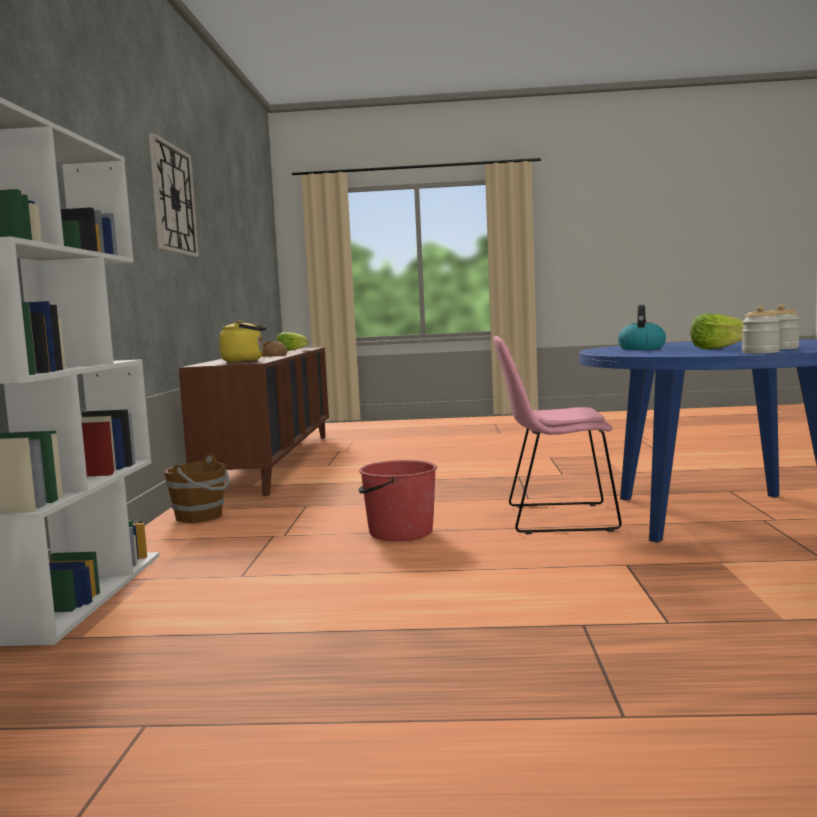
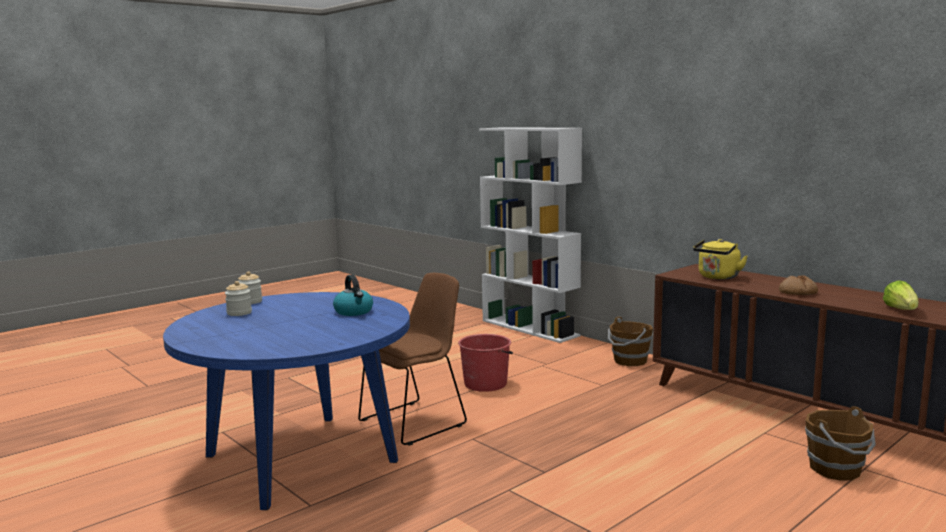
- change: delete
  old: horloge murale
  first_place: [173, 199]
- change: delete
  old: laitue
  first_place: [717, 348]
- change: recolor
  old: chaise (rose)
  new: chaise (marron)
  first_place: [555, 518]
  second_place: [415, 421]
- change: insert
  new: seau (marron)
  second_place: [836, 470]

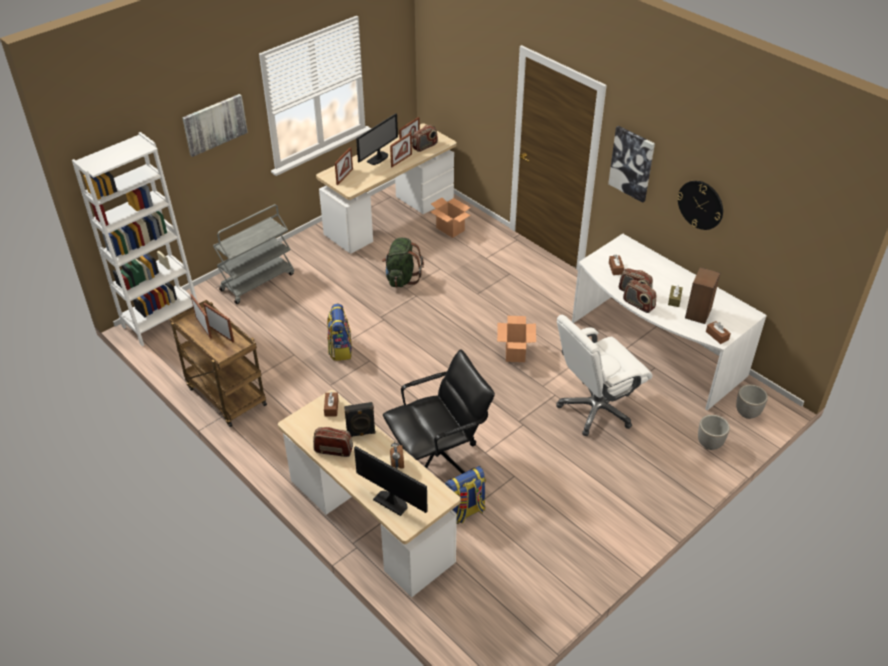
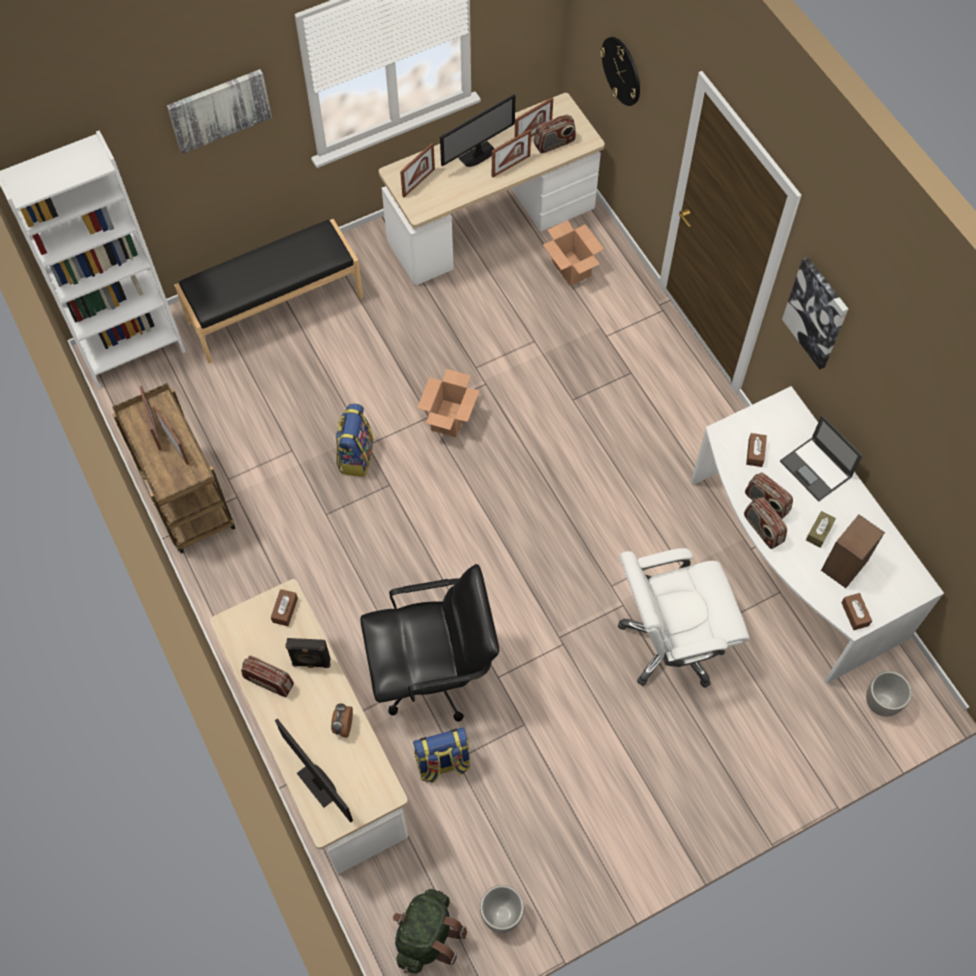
- change: move
  old: horloge murale
  first_place: [700, 204]
  second_place: [621, 71]
- change: replace
  old: chariot (gris)
  new: banc (noir)
  first_place: [257, 281]
  second_place: [275, 308]
- change: move
  old: sac à dos (vert)
  first_place: [401, 278]
  second_place: [426, 936]
- change: move
  old: carton
  first_place: [515, 352]
  second_place: [449, 419]
- change: move
  old: cache-pot
  first_place: [709, 444]
  second_place: [501, 915]
- change: insert
  new: ordinateur portable
  second_place: [816, 469]

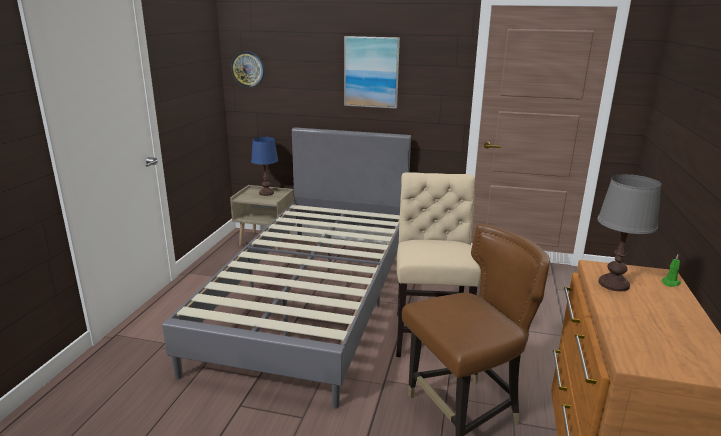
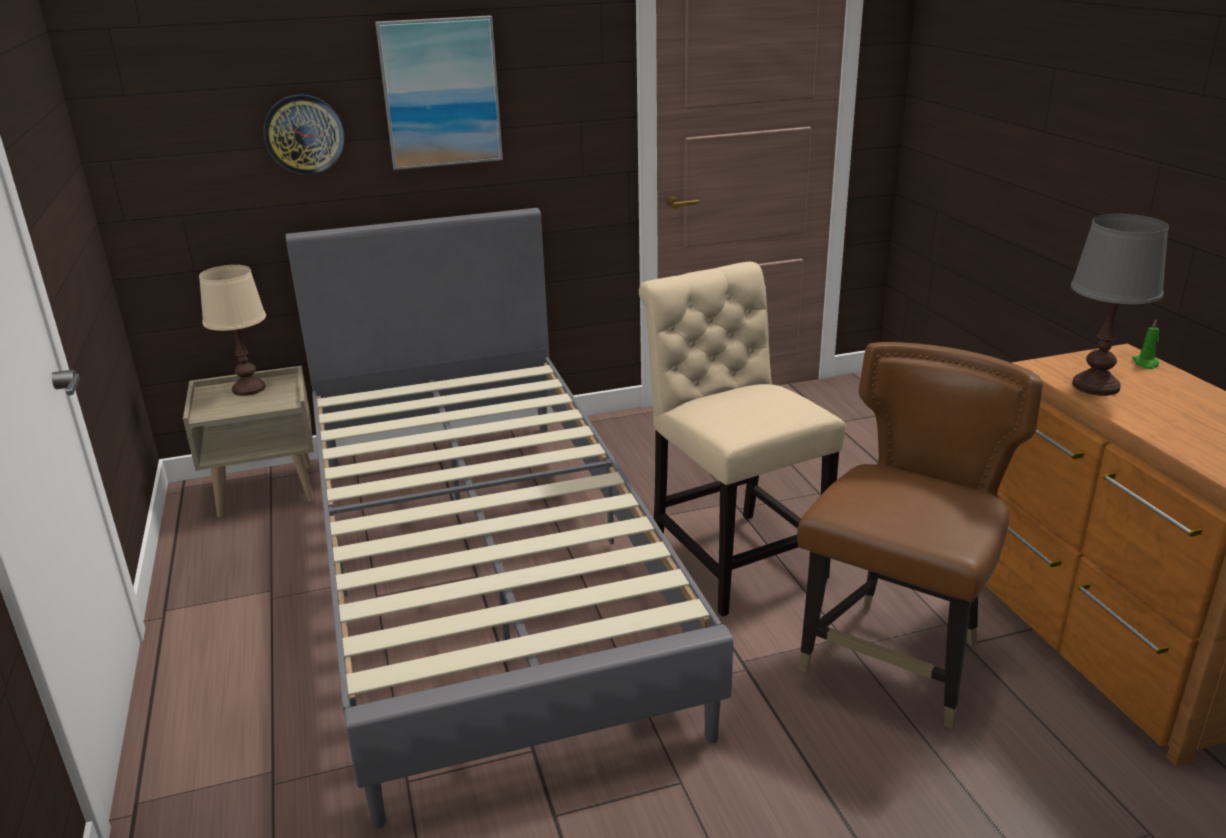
- change: move
  old: horloge murale
  first_place: [248, 69]
  second_place: [304, 134]
- change: recolor
  old: lampe de table (bleu)
  new: lampe de table (beige)
  first_place: [266, 193]
  second_place: [249, 389]

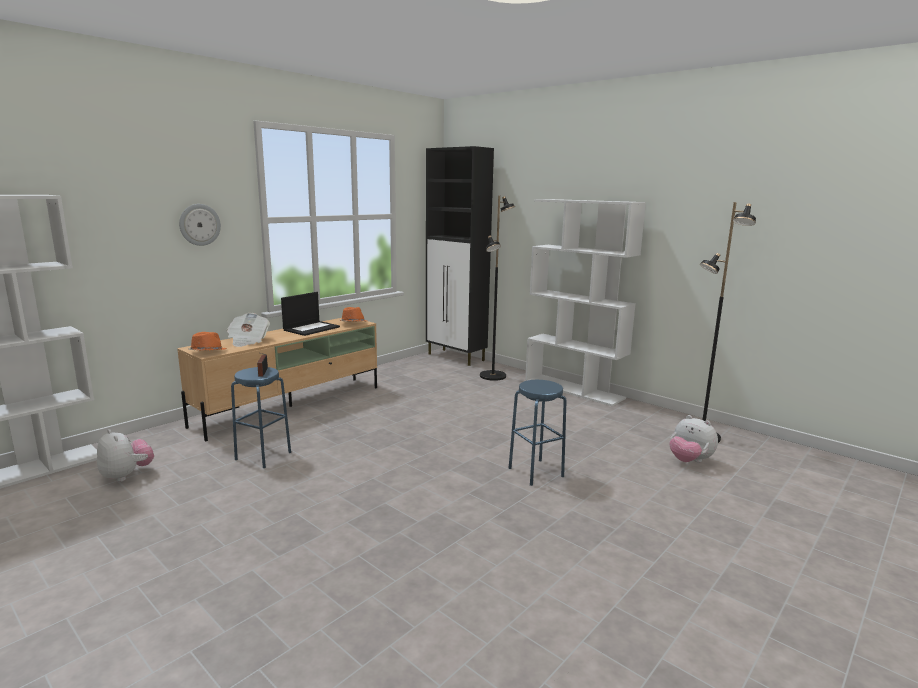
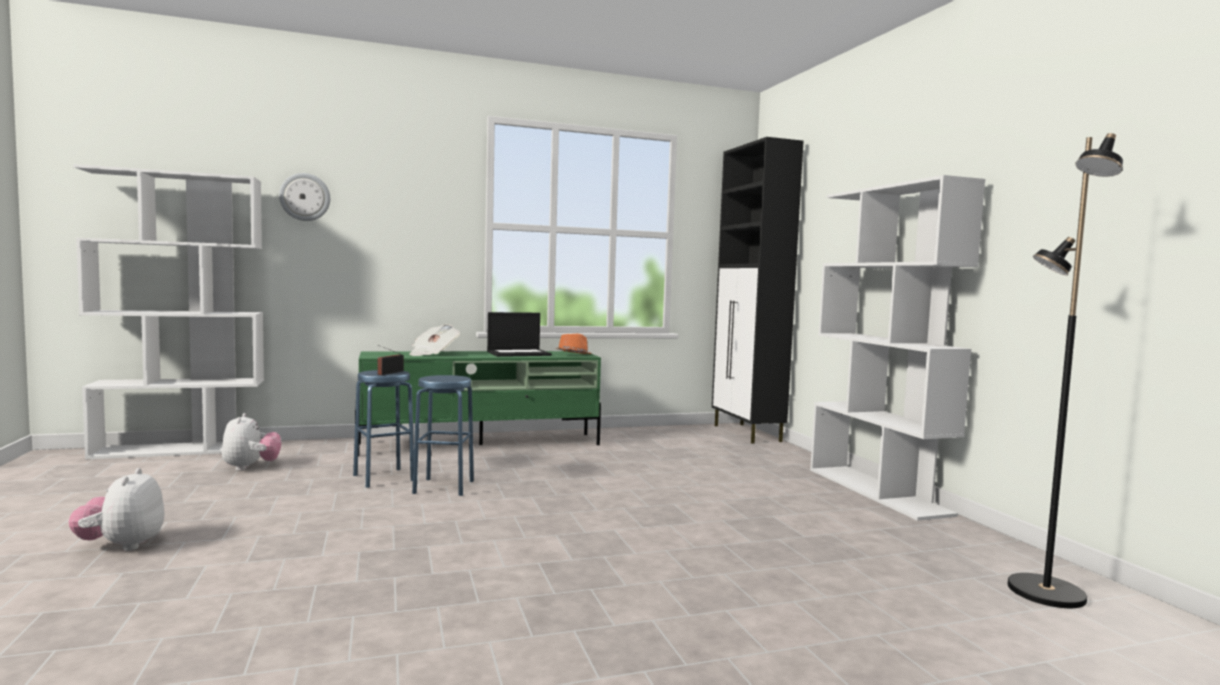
- change: delete
  old: lampadaire (noir)
  first_place: [493, 376]
- change: move
  old: horloge murale
  first_place: [199, 224]
  second_place: [305, 197]
- change: recolor
  old: meuble télé (beige)
  new: meuble télé (vert)
  first_place: [292, 406]
  second_place: [482, 444]
- change: delete
  old: chapeau (orange)
  first_place: [207, 352]
- change: move
  old: tabouret (bleu)
  first_place: [536, 472]
  second_place: [444, 487]
- change: move
  old: peluche
  first_place: [689, 461]
  second_place: [122, 546]

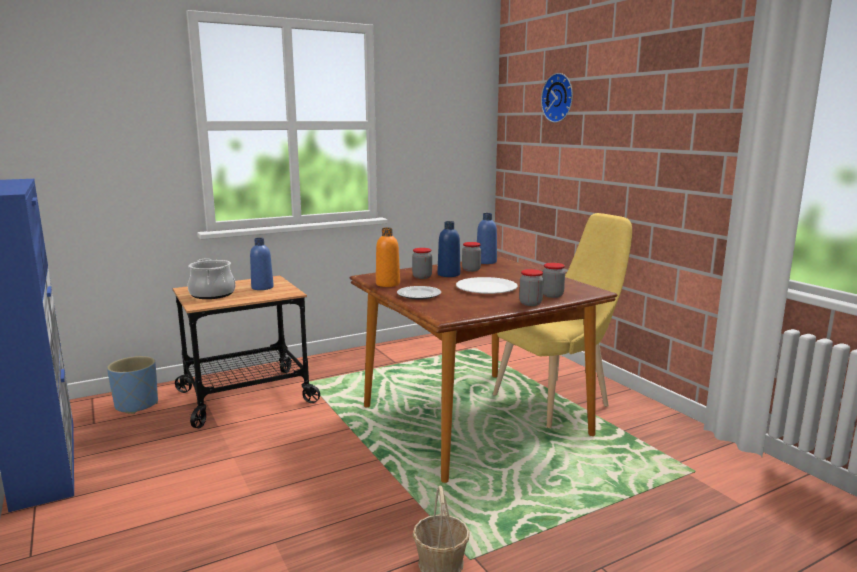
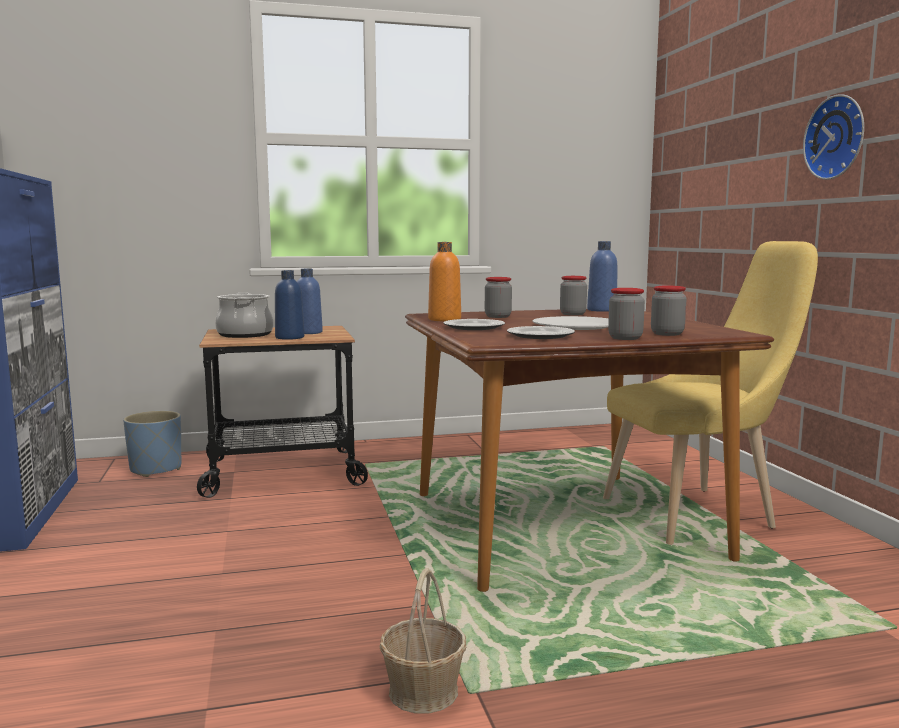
- change: move
  old: horloge murale
  first_place: [559, 98]
  second_place: [838, 137]
- change: move
  old: bouteille (bleu)
  first_place: [448, 274]
  second_place: [289, 337]
- change: insert
  new: assiette
  second_place: [539, 336]

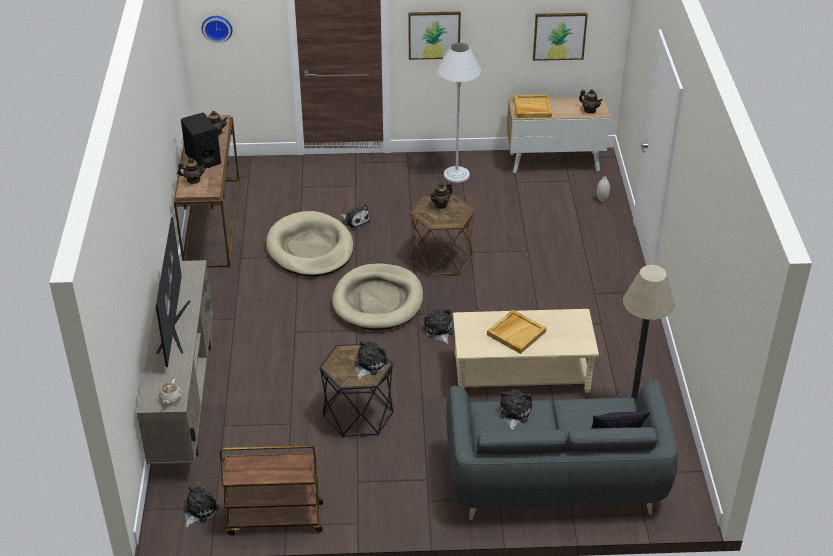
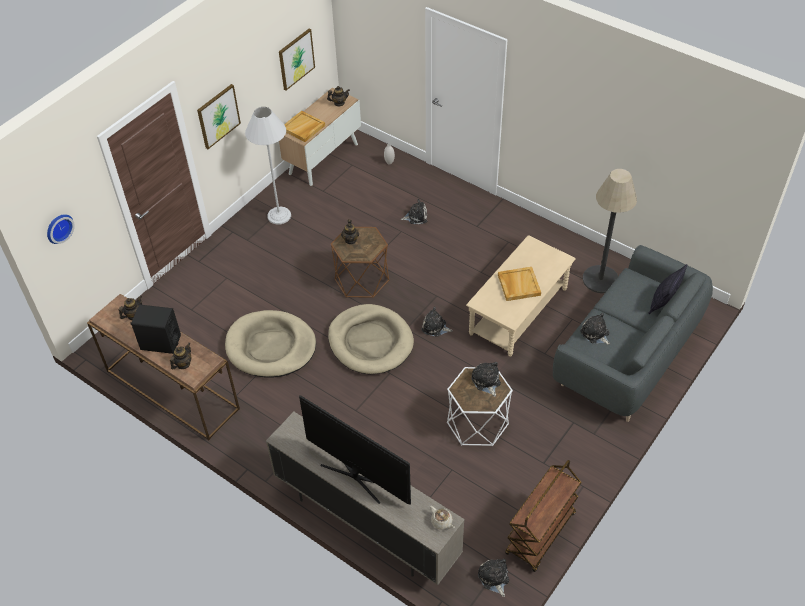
- change: move
  old: peluche
  first_place: [354, 221]
  second_place: [416, 216]
- change: recolor
  old: table d'appoint (noir)
  new: table d'appoint (blanc)
  first_place: [358, 414]
  second_place: [477, 423]

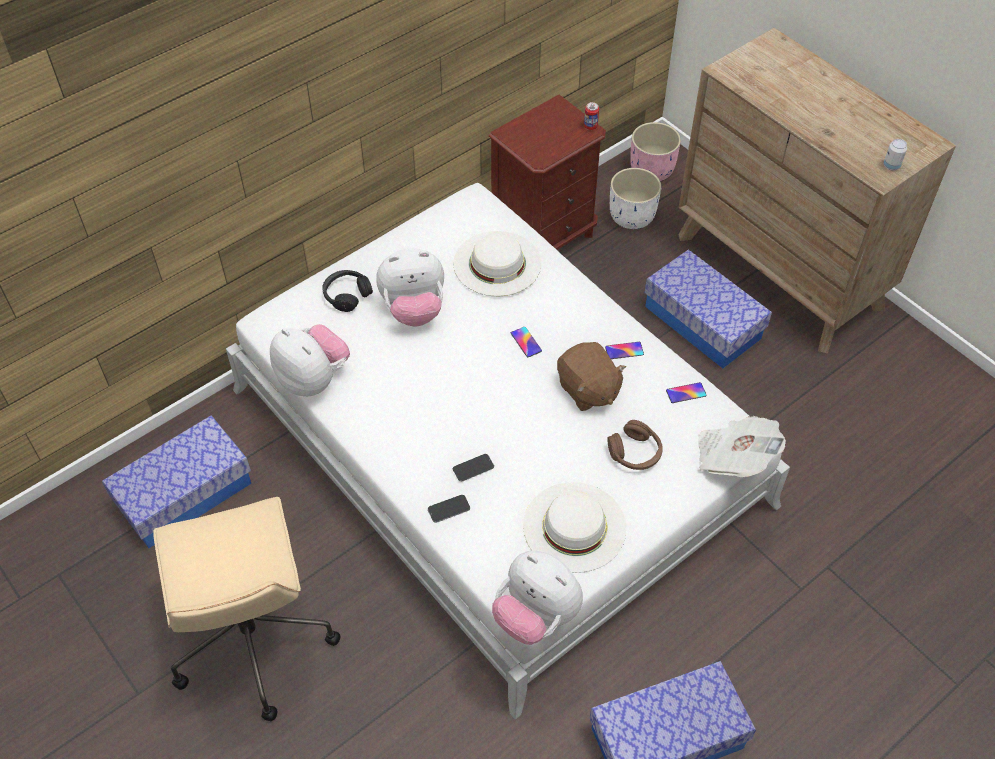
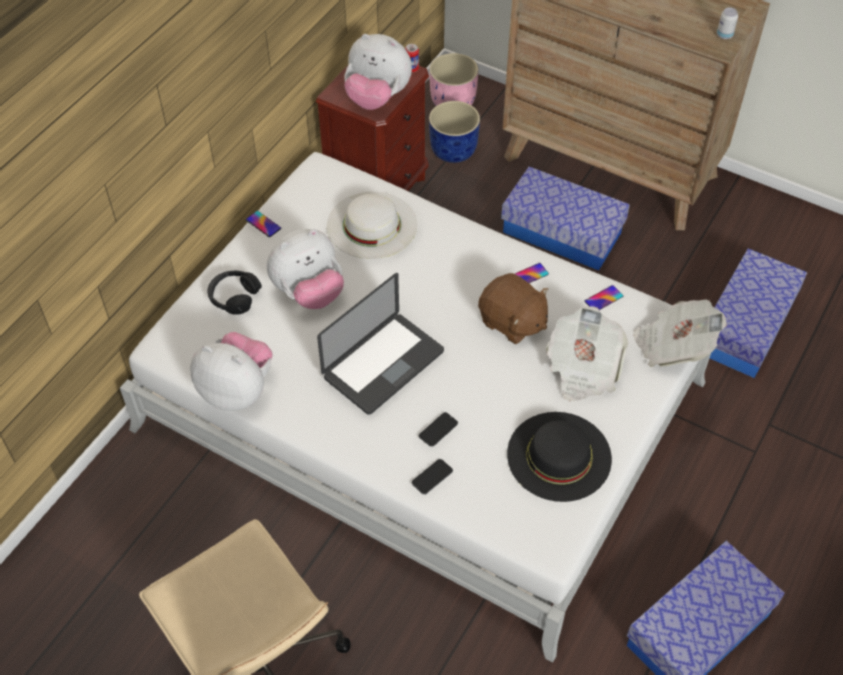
- change: recolor
  old: cache-pot (blanc)
  new: cache-pot (bleu)
  first_place: [632, 216]
  second_place: [454, 150]
- change: move
  old: téléphone
  first_place: [526, 342]
  second_place: [263, 224]
- change: move
  old: boîte de rangement
  first_place: [184, 494]
  second_place: [746, 326]
- change: replace
  old: casque audio (marron)
  new: journal
  first_place: [635, 453]
  second_place: [583, 369]
- change: recolor
  old: chapeau (blanc)
  new: chapeau (noir)
  first_place: [574, 526]
  second_place: [559, 456]
- change: move
  old: peluche
  first_place: [536, 616]
  second_place: [377, 98]
- change: insert
  new: ordinateur portable
  second_place: [383, 364]

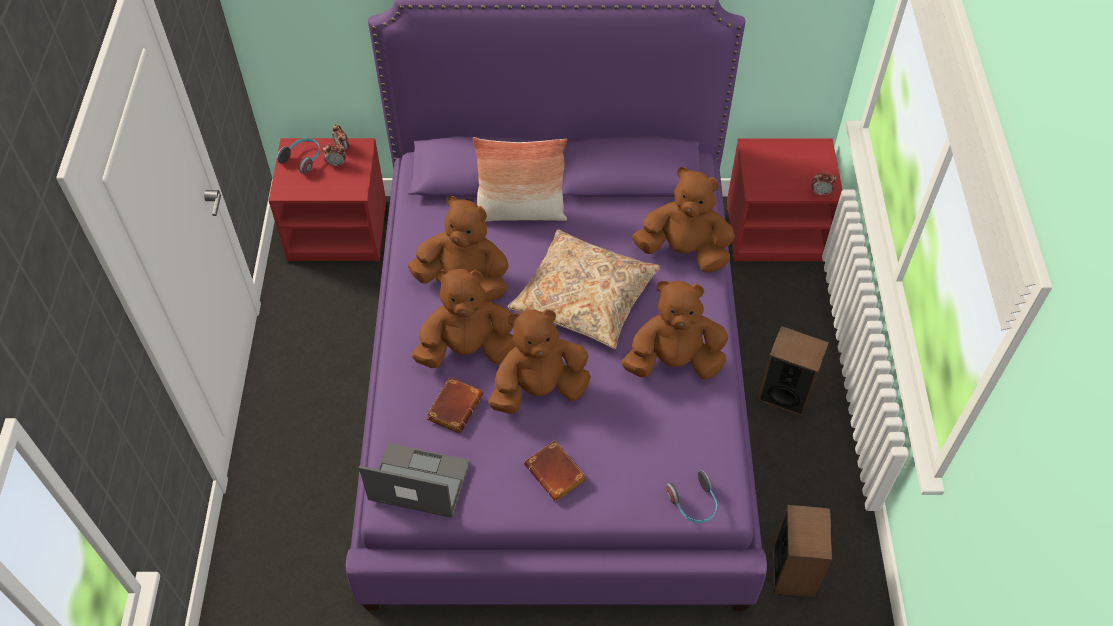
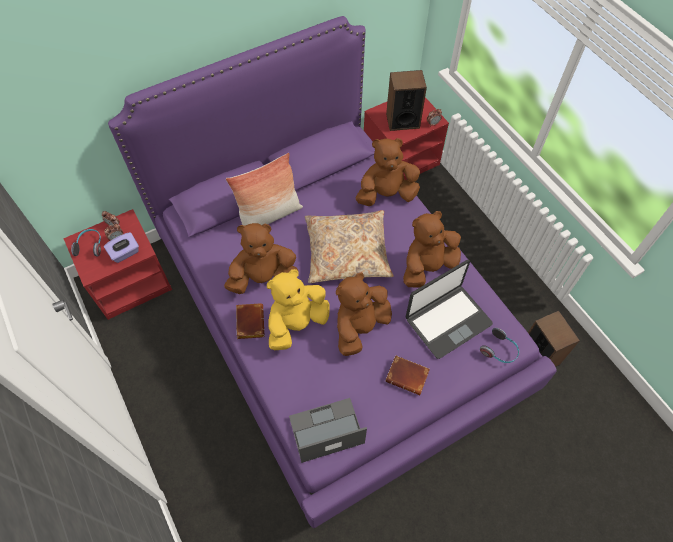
- change: recolor
  old: peluche (marron)
  new: peluche (jaune)
  first_place: [467, 350]
  second_place: [297, 324]
- change: move
  old: enceinte
  first_place: [785, 394]
  second_place: [402, 120]
- change: move
  old: livre (marron)
  first_place: [454, 406]
  second_place: [249, 322]
- change: insert
  new: boîte à mouchoirs (violet)
  second_place: [125, 253]
- change: insert
  new: ordinateur portable
  second_place: [447, 321]

